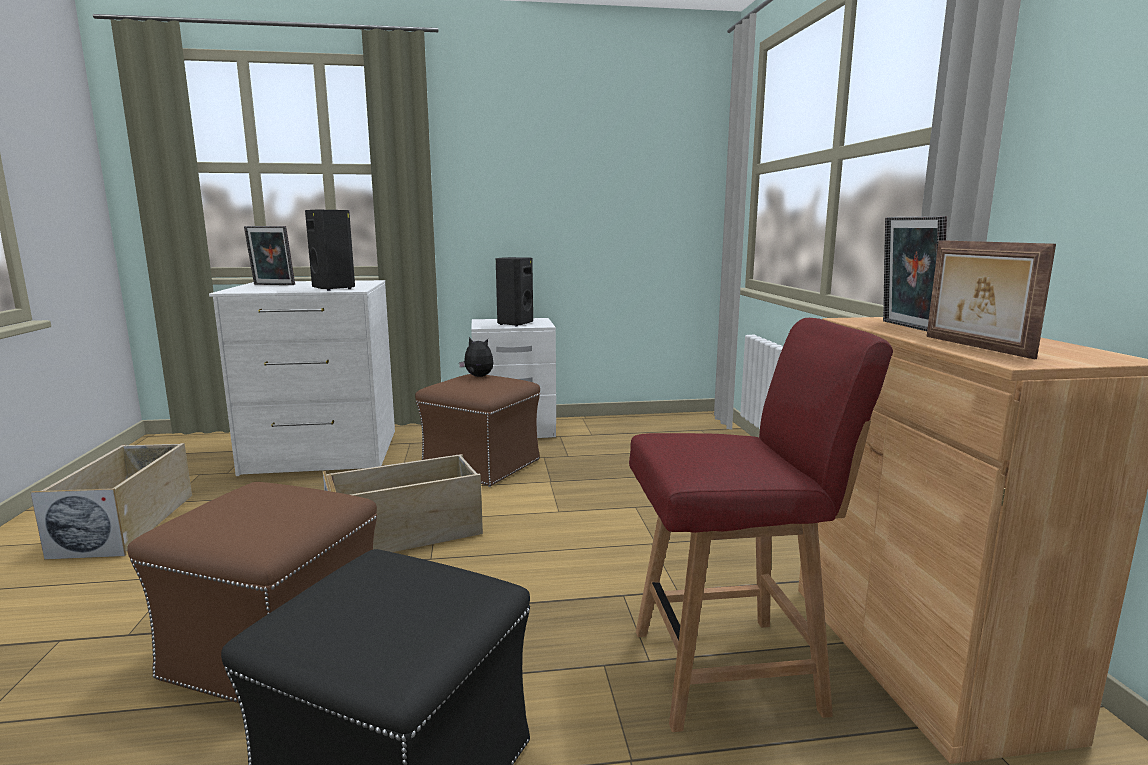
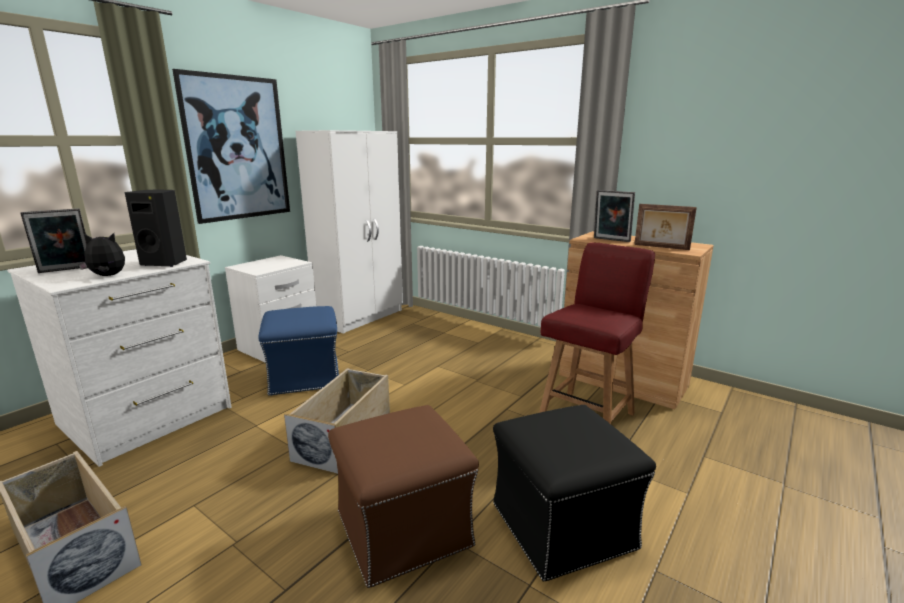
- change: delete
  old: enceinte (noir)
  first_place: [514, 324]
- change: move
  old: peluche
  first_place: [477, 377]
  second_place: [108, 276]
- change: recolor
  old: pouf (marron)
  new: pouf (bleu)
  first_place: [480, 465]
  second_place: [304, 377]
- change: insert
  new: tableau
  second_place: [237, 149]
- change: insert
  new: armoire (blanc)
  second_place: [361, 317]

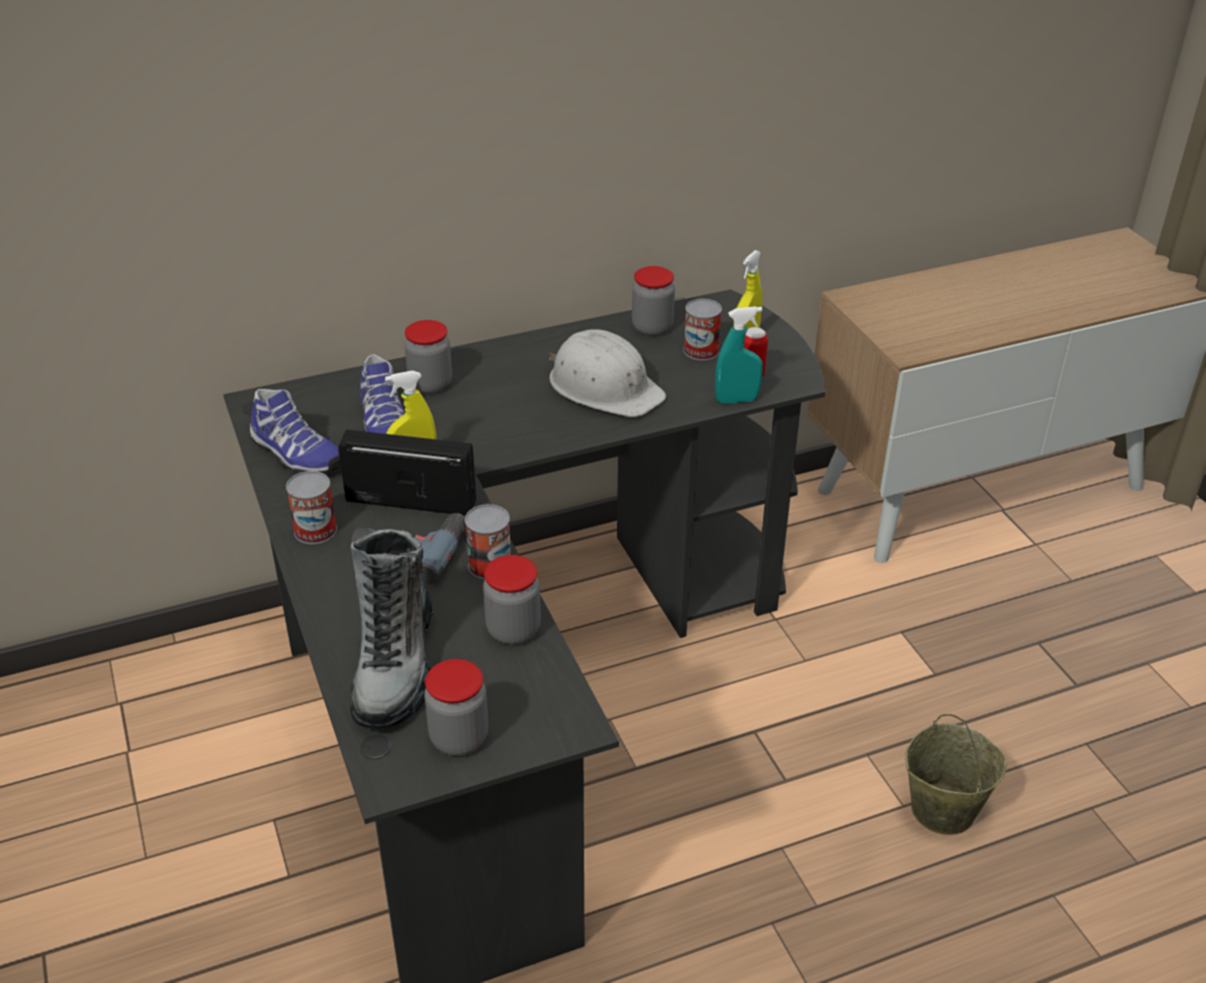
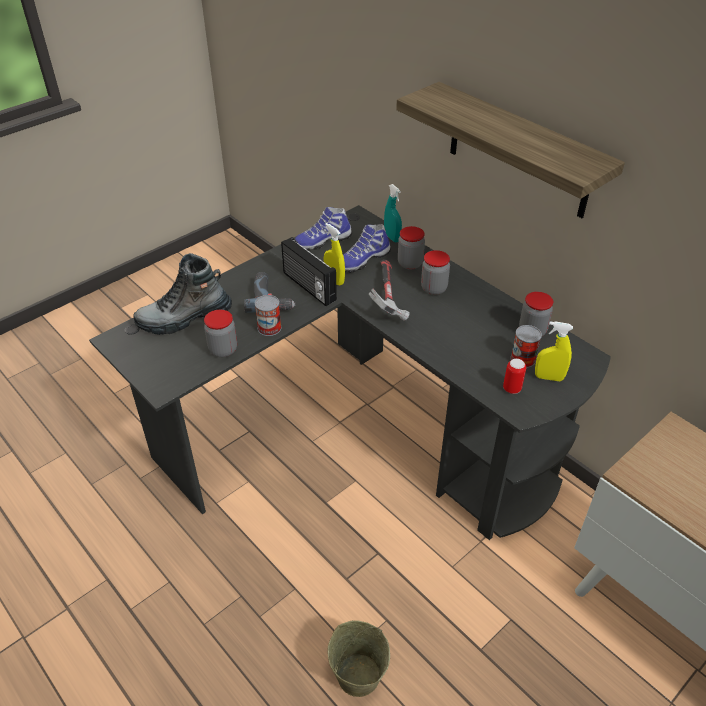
- change: move
  old: vaporisateur (turquoise)
  first_place: [736, 400]
  second_place: [392, 237]
- change: delete
  old: casque de chantier (blanc)
  first_place: [605, 387]
- change: rotate
  old: chaussure
  first_place: [294, 456]
  second_place: [322, 241]
  degrees: 45
- change: rotate
  old: radio
  first_place: [411, 499]
  second_place: [308, 287]
  degrees: 150
- change: delete
  old: boîte métallique
  first_place: [315, 530]
- change: move
  old: bocal
  first_place: [459, 738]
  second_place: [434, 288]
- change: insert
  new: étagère
  second_place: [518, 151]
- change: insert
  new: marteau
  second_place: [387, 297]

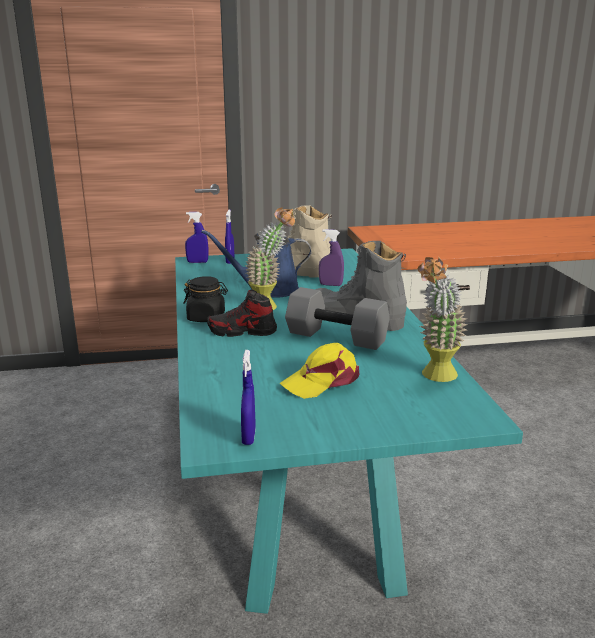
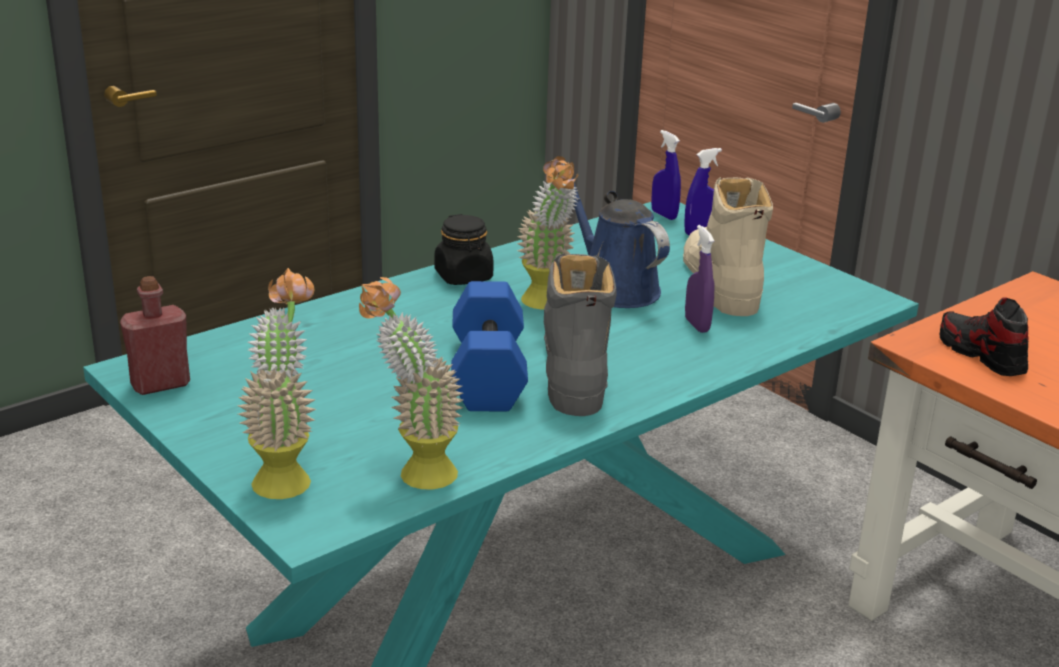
- change: recolor
  old: haltère (gris)
  new: haltère (bleu)
  first_place: [335, 337]
  second_place: [485, 373]
- change: move
  old: chaussure
  first_place: [242, 332]
  second_place: [981, 355]
- change: delete
  old: casquette (jaune)
  first_place: [323, 381]
- change: replace
  old: vaporisateur (bleu)
  new: bouteille (rouge)
  first_place: [248, 437]
  second_place: [160, 384]
- change: insert
  new: plante en pot
  second_place: [286, 475]

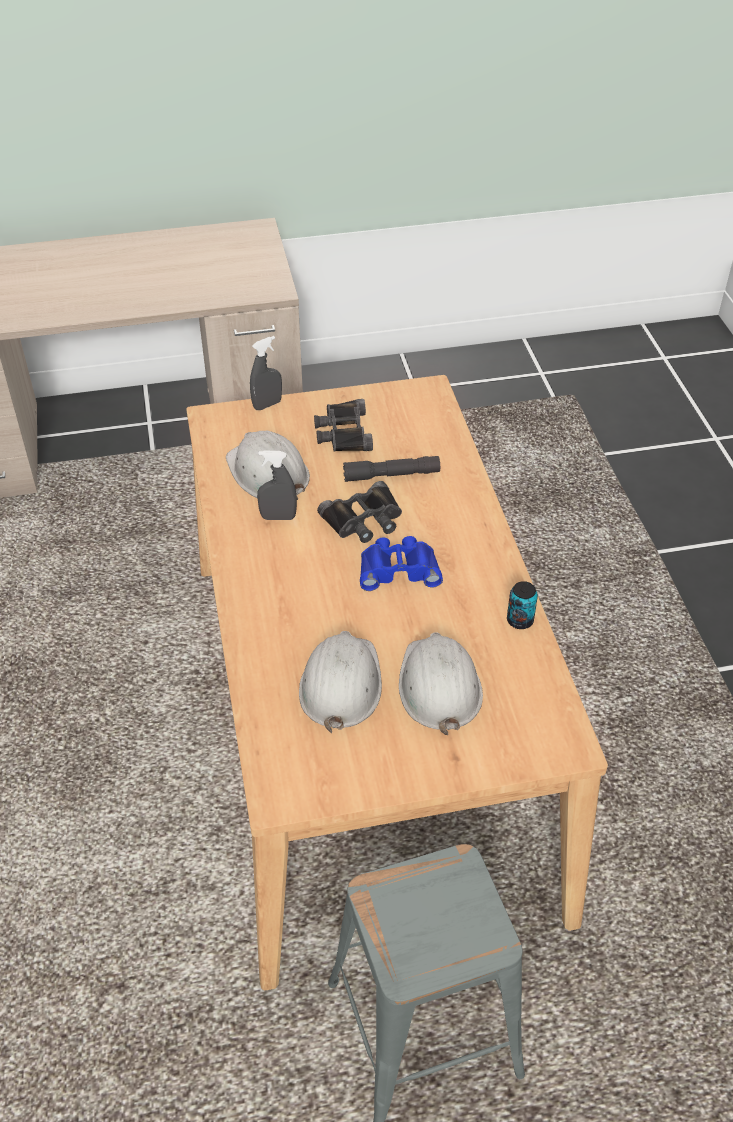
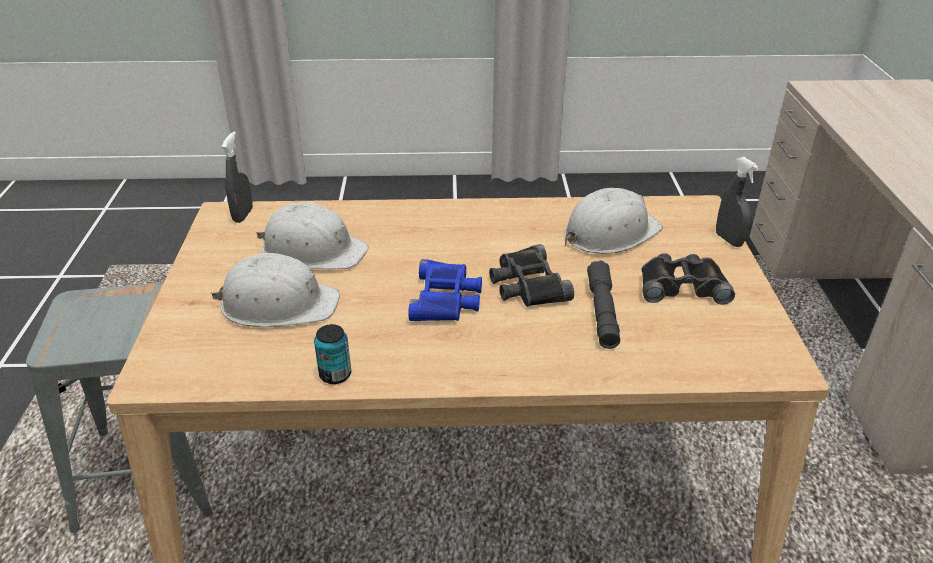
- change: move
  old: vaporisateur (gris)
  first_place: [278, 517]
  second_place: [243, 215]

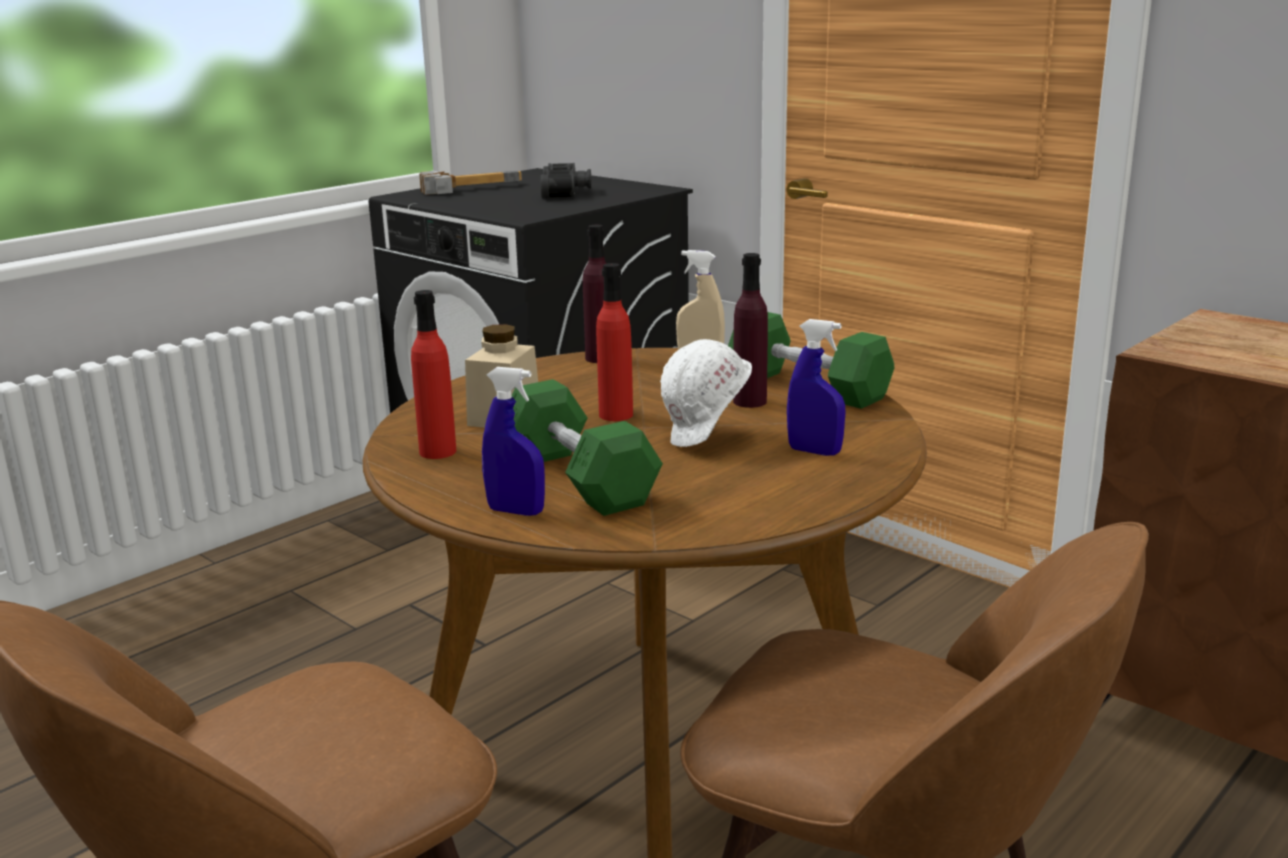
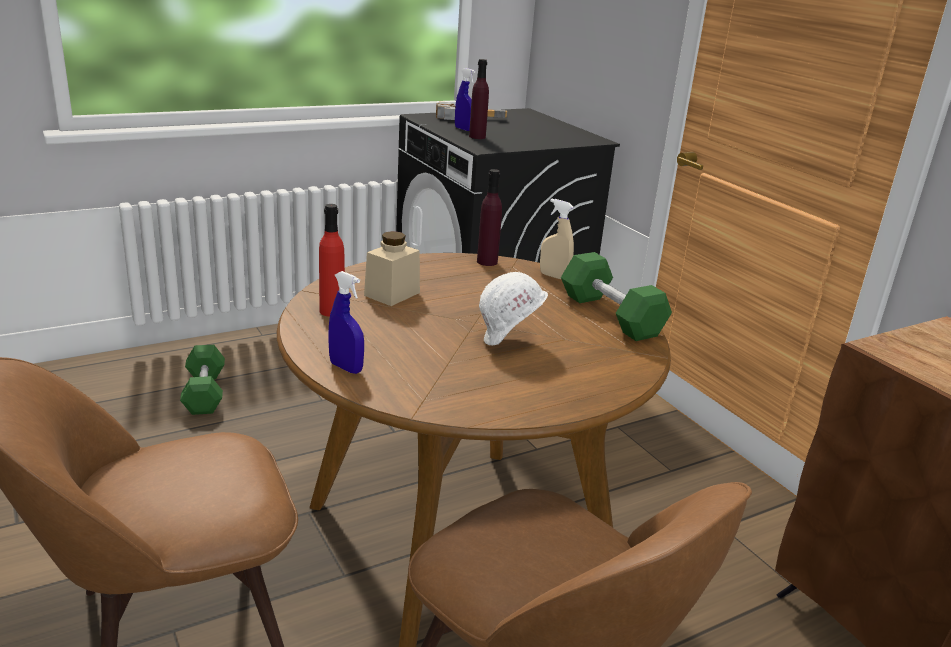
- change: delete
  old: jumelles (noir)
  first_place: [567, 193]
- change: move
  old: bouteille (violet)
  first_place: [750, 401]
  second_place: [477, 137]
- change: delete
  old: bouteille (rouge)
  first_place: [616, 415]
- change: move
  old: vaporisateur (bleu)
  first_place: [814, 451]
  second_place: [464, 129]
- change: move
  old: haltère (vert)
  first_place: [578, 478]
  second_place: [204, 392]

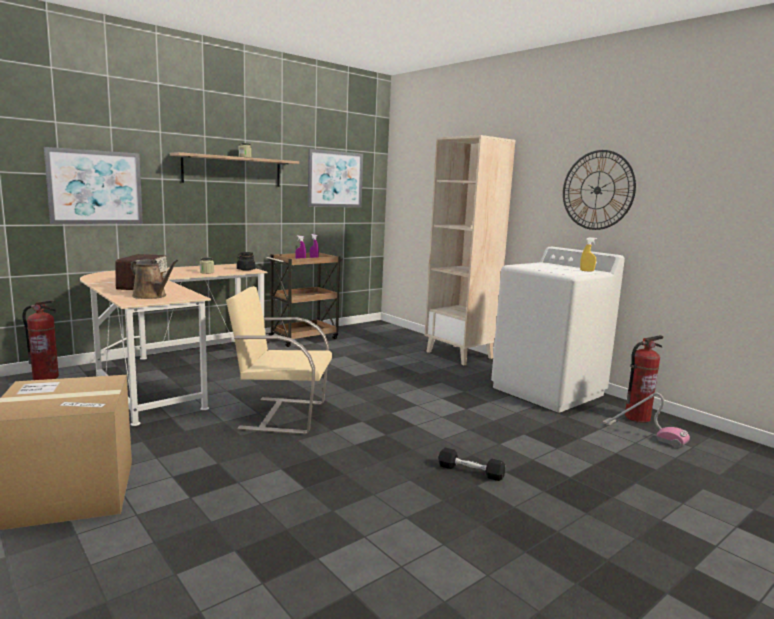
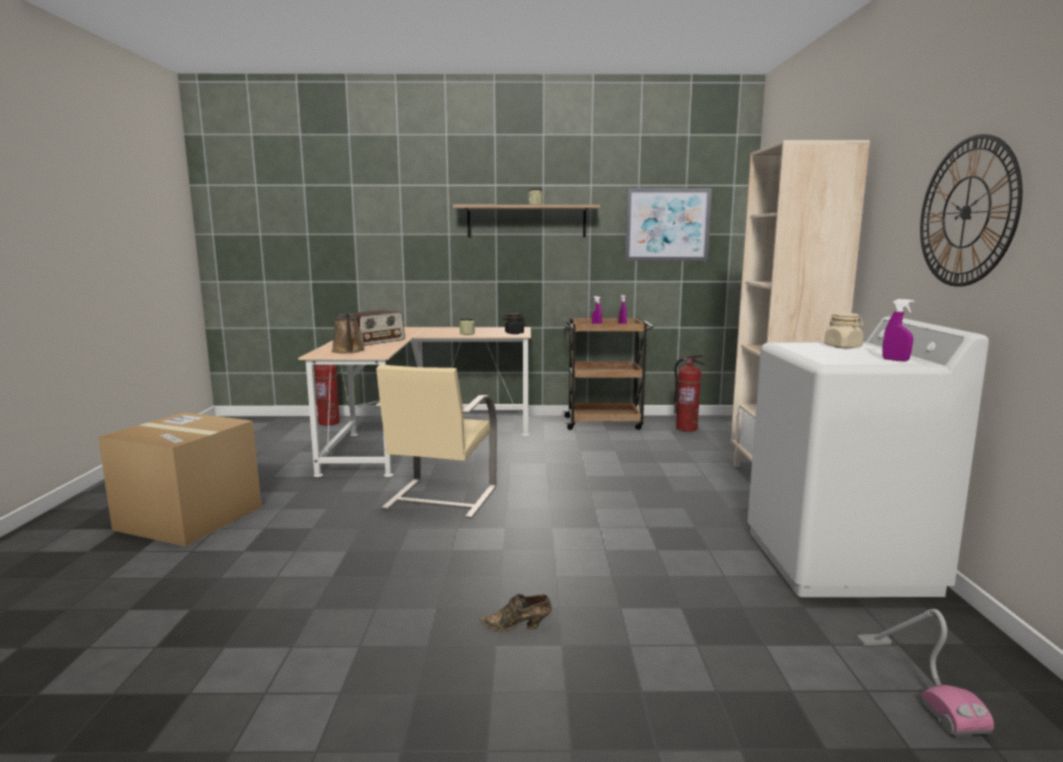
- change: delete
  old: tableau
  first_place: [95, 187]
- change: recolor
  old: vaporisateur (jaune)
  new: vaporisateur (violet)
  first_place: [587, 271]
  second_place: [895, 360]
- change: rotate
  old: chaise (beige)
  first_place: [281, 415]
  second_place: [439, 499]
  degrees: -120
- change: move
  old: extincteur
  first_place: [637, 418]
  second_place: [686, 428]
- change: replace
  old: haltère (noir)
  new: chaussure (marron)
  first_place: [470, 471]
  second_place: [518, 627]
- change: insert
  new: bocal (beige)
  second_place: [843, 347]

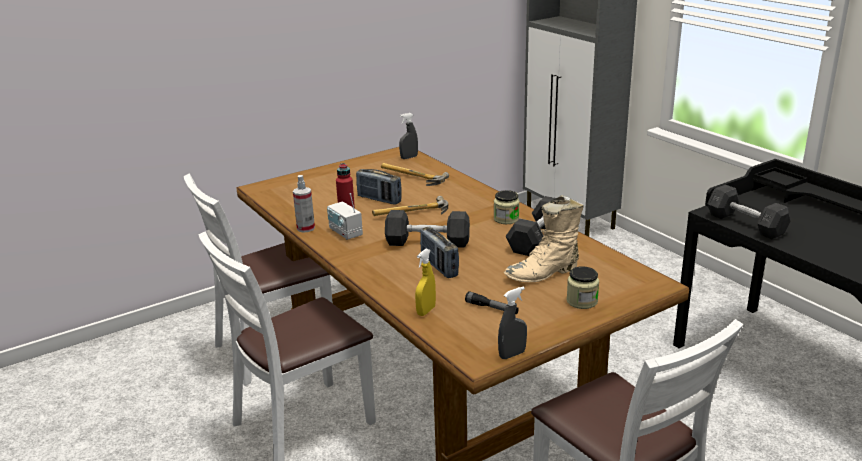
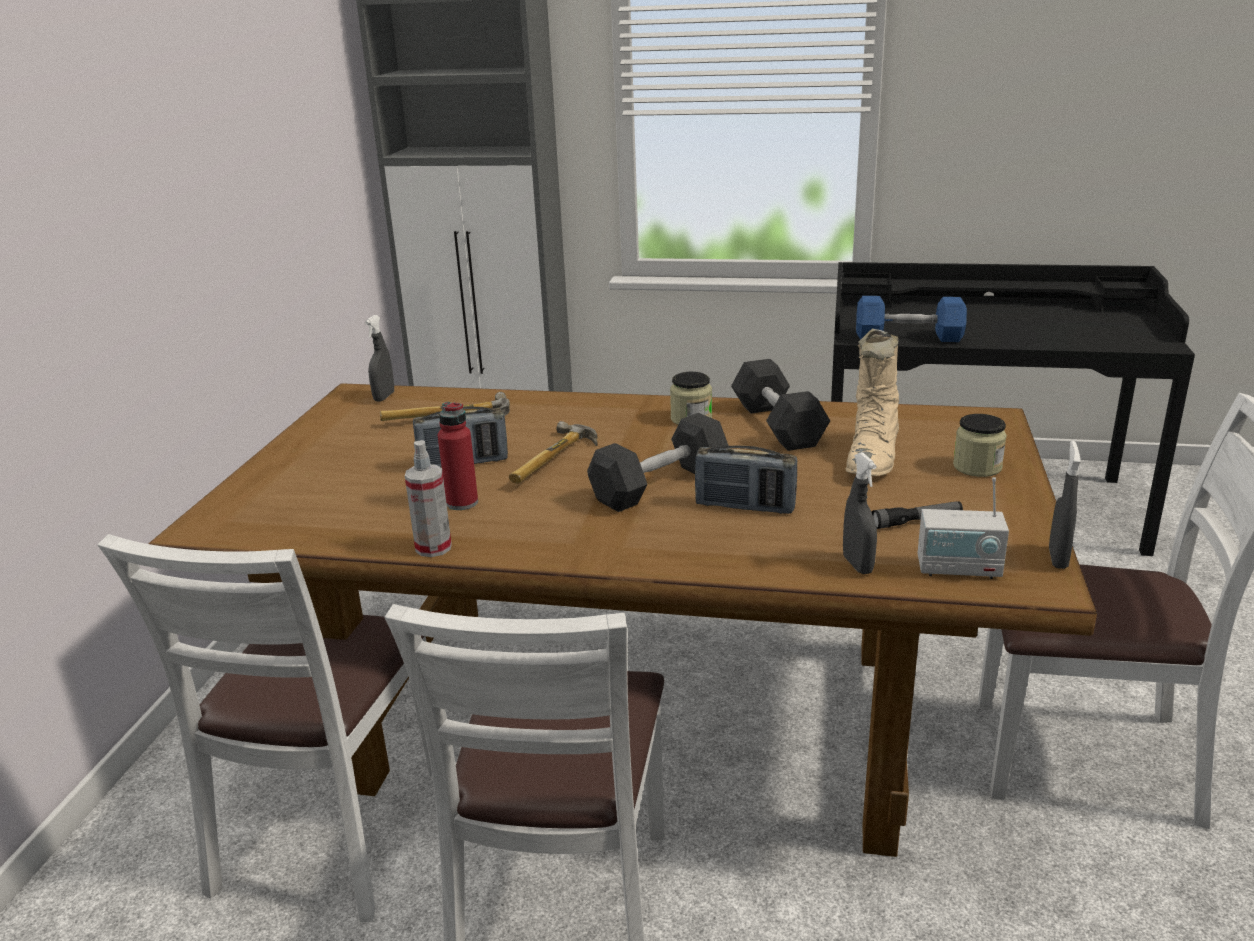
- change: recolor
  old: haltère (gris)
  new: haltère (bleu)
  first_place: [746, 224]
  second_place: [908, 337]
- change: move
  old: radio
  first_place: [345, 233]
  second_place: [959, 569]
- change: recolor
  old: vaporisateur (jaune)
  new: vaporisateur (gris)
  first_place: [426, 311]
  second_place: [857, 565]

